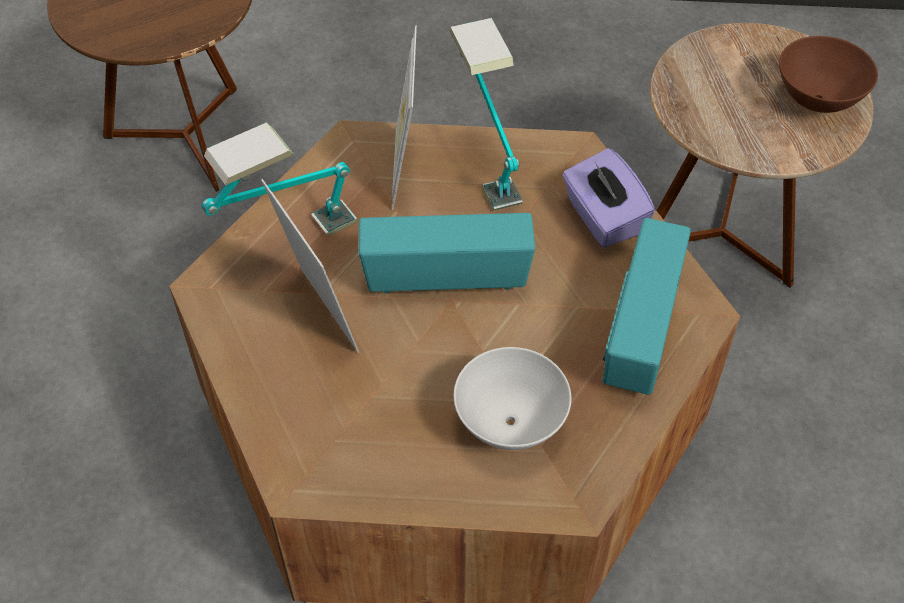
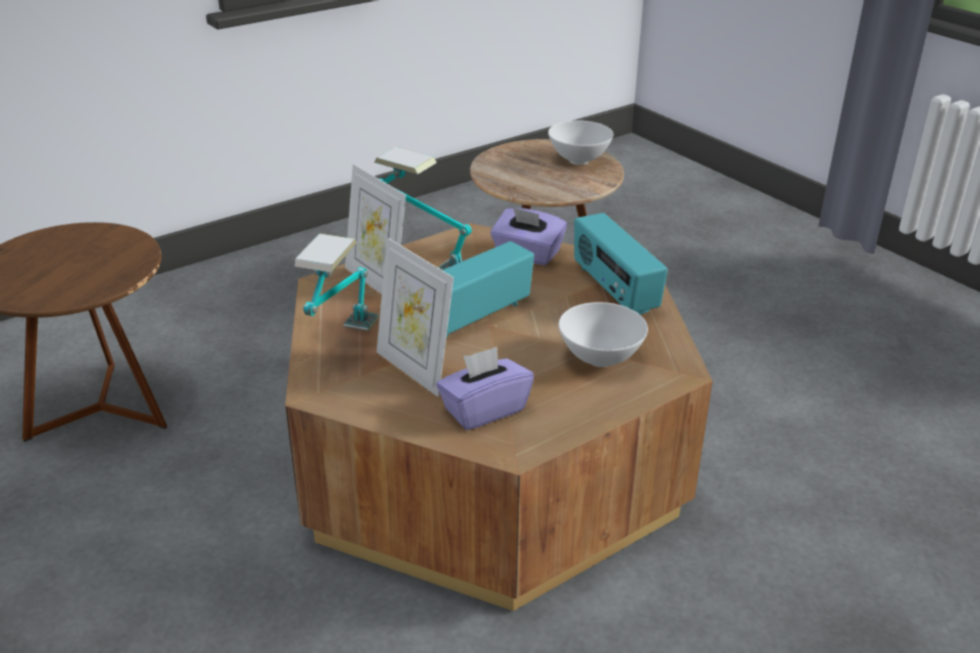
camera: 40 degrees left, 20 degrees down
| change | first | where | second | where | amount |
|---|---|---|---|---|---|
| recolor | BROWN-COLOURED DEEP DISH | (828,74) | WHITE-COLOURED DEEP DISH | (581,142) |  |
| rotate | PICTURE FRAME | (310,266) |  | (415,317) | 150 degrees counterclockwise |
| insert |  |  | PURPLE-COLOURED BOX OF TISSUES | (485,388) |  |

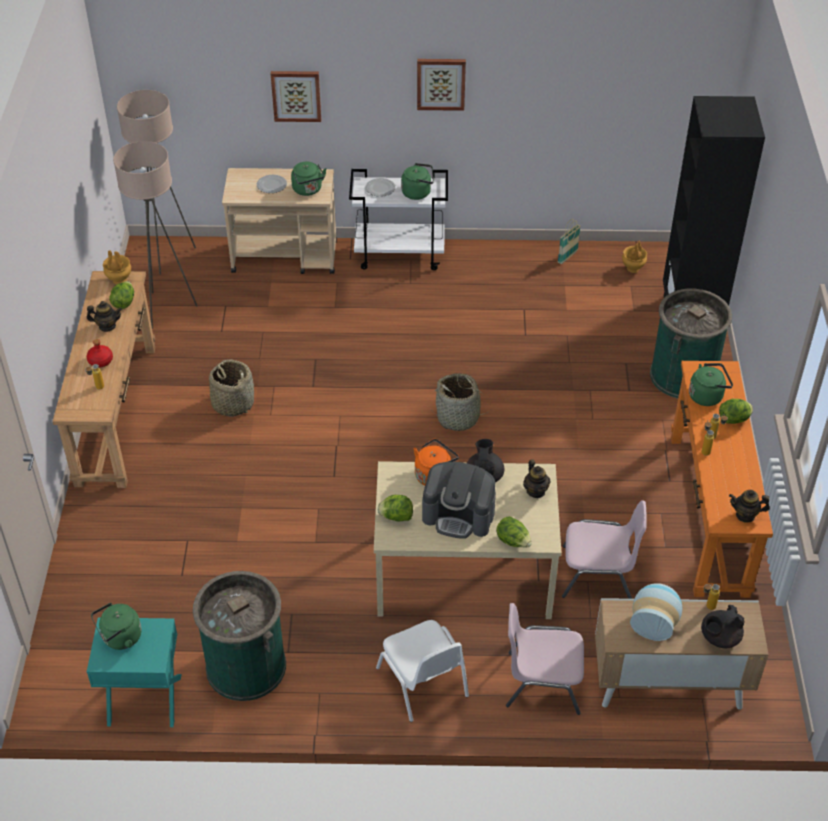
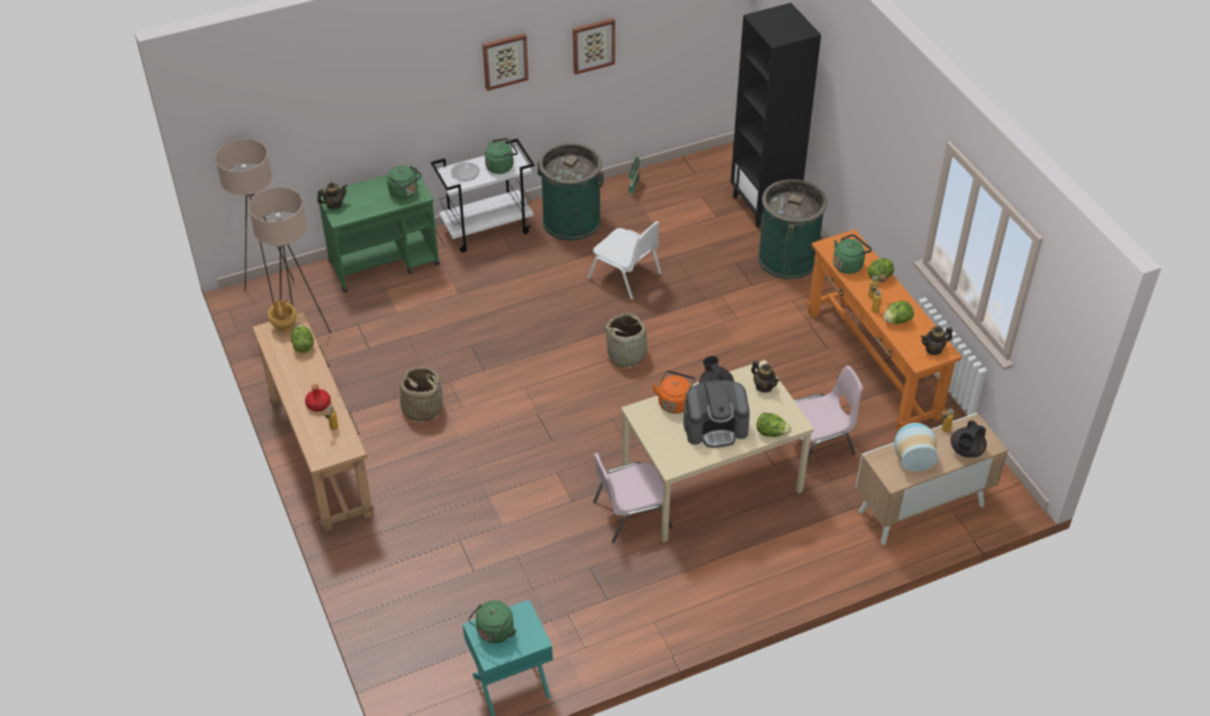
camera: 25 degrees left, 0 degrees up
| change | first | where | second | where | amount |
|---|---|---|---|---|---|
| move | WALL PICTURE | (296,96) |  | (594,46) |  |
| recolor | SAND-COLOURED TROLLEY | (279,221) | GREEN-COLOURED TROLLEY | (378,229) |  |
| delete | FLAT DISH | (272,184) |  |  |  |
| delete | BROWN-COLOURED FLOWER VASE | (634,257) |  |  |  |
| move | TEAPOT | (104,316) |  | (332,195) |  |
| move | LETTUCE HEAD | (395,508) |  | (898,312) |  |
| move | GREEN-COLOURED RUBBISH BIN | (239,636) |  | (570,192) |  |
| move | PINK-COLOURED UPRIGHT CHAIR | (545,659) |  | (633,498) |  |
| move | WHITE-COLOURED UPRIGHT CHAIR | (422,671) |  | (624,260) |  |

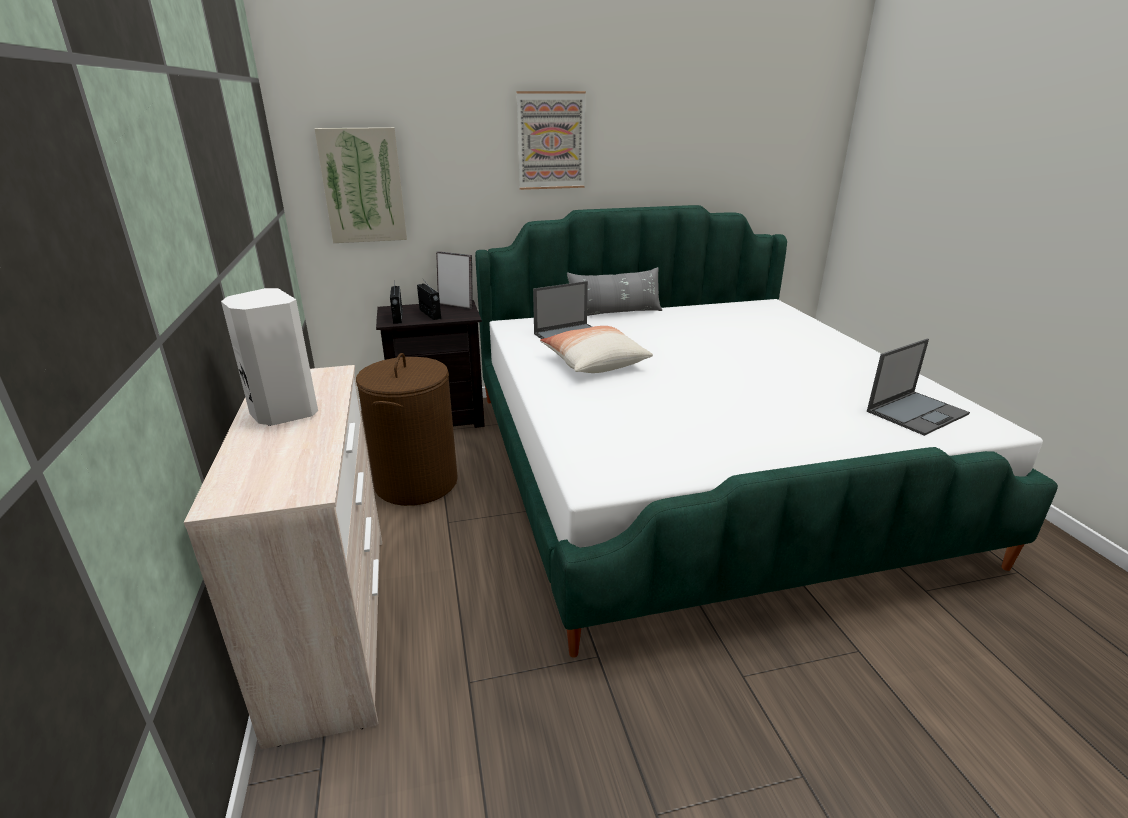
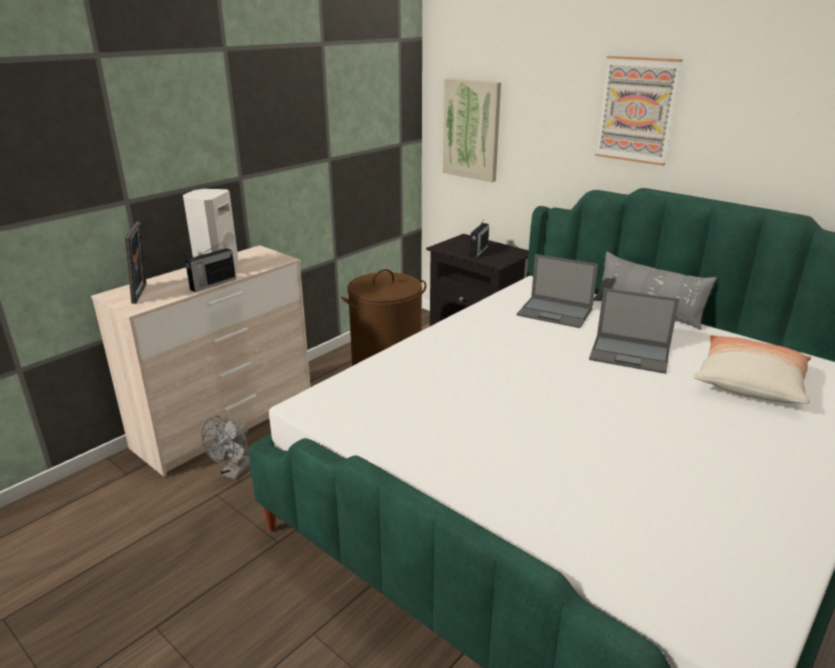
camera: 55 degrees right, 0 degrees up
| change | first | where | second | where | amount |
|---|---|---|---|---|---|
| move | PICTURE FRAME | (454,280) |  | (135,263) |  |
| move | RADIO RECEIVER | (396,303) |  | (210,267) |  |
| move | PILLOW | (596,349) |  | (752,369) |  |
| move | PORTABLE COMPUTER | (918,387) |  | (634,331) |  |
| insert |  |  | GRAY COOLING FAN | (225,448) |  |

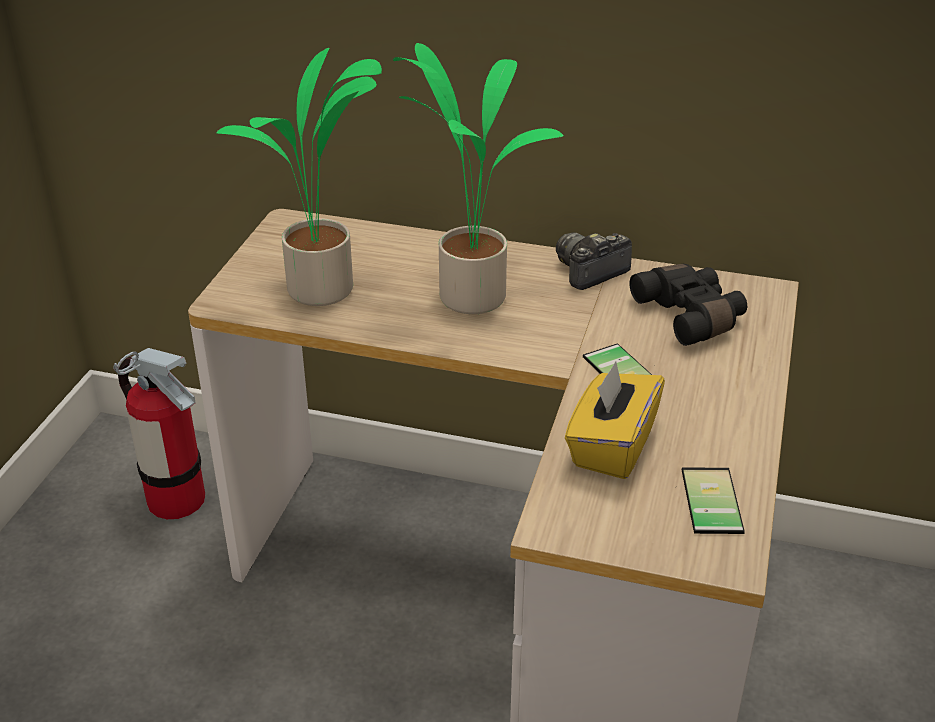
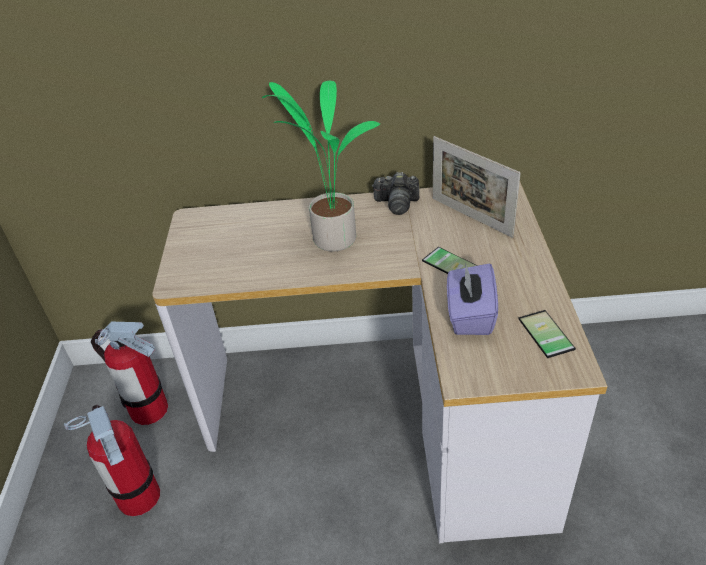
camera: 15 degrees left, 5 degrees up
| change | first | where | second | where | amount |
|---|---|---|---|---|---|
| delete | POTTED PLANT | (299,177) |  |  |  |
| rotate | STILL CAMERA | (594,261) |  | (396,193) | 120 degrees counterclockwise |
| replace | BLACK-COLOURED FIELD GLASSES | (688,305) | PICTURE FRAME | (477,187) |  |
| recolor | YELLOW-COLOURED BOX OF TISSUES | (615,420) | PURPLE-COLOURED BOX OF TISSUES | (472,299) |  |
| insert |  |  | FIRE-FIGHTING CYLINDER | (112,460) |  |

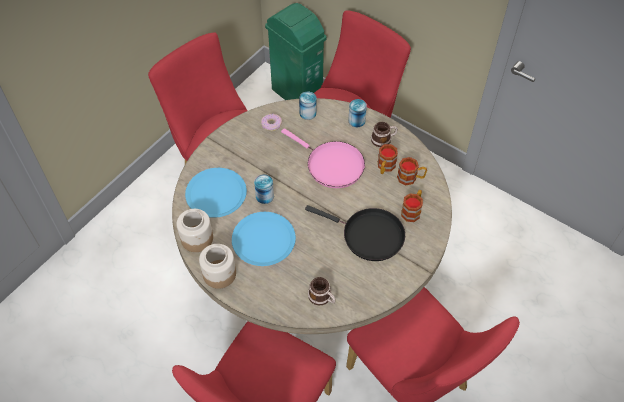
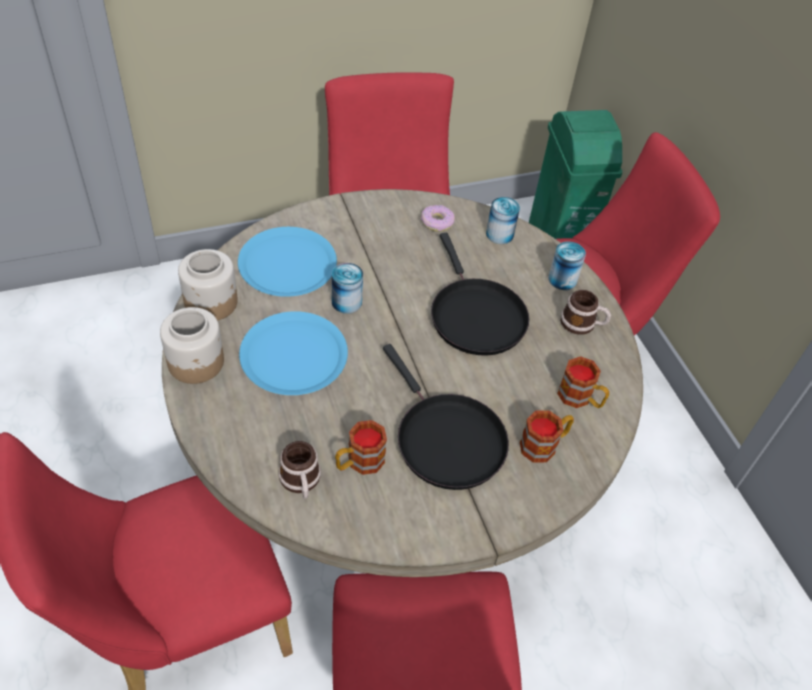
camera: 30 degrees right, 5 degrees down
| change | first | where | second | where | amount |
|---|---|---|---|---|---|
| recolor | PINK-COLOURED PAN | (323,158) | BLACK-COLOURED PAN | (480,294) |  |
| move | COFFEE MUG | (388,159) |  | (361,447) |  |

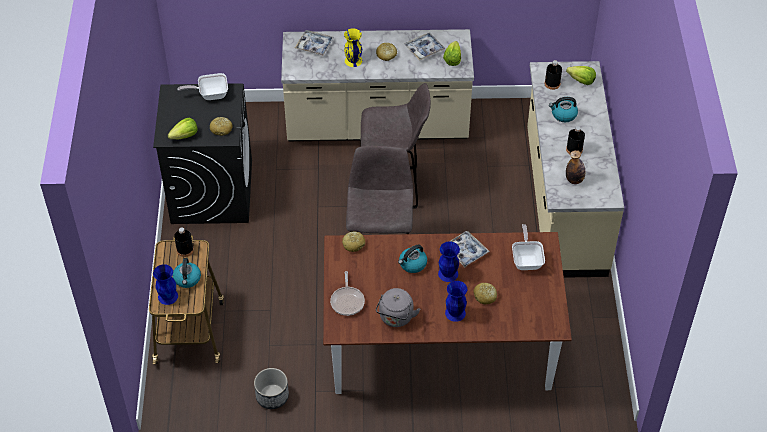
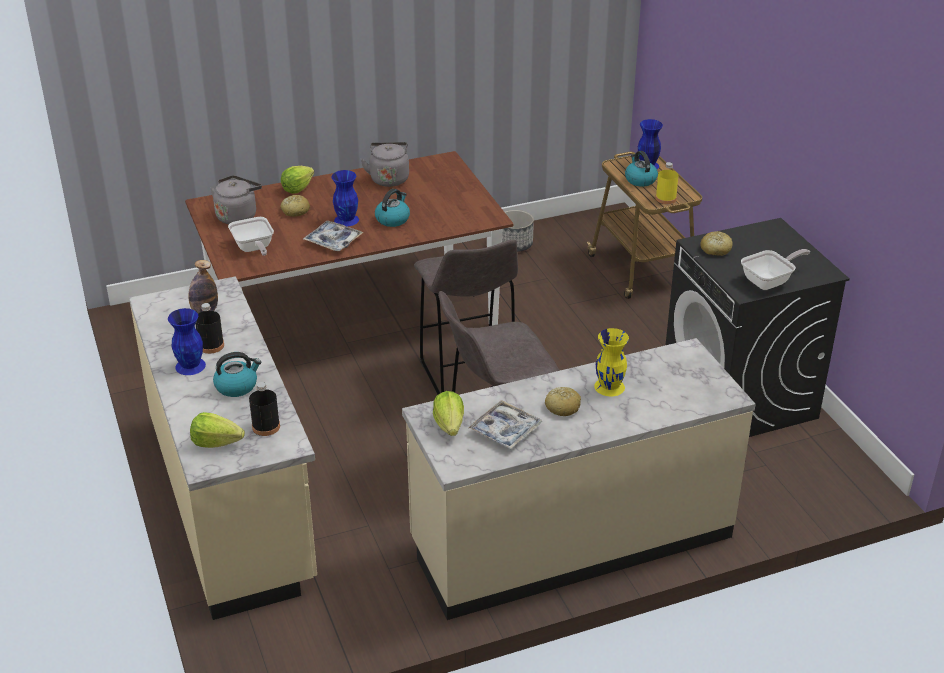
camera: 160 degrees right, 15 degrees down
| change | first | where | second | where | amount |
|---|---|---|---|---|---|
| delete | TRAY | (314,43) |  |  |  |
| move | LETTUCE HEAD | (182,128) |  | (297,180) |  |
| recolor | BLACK-COLOURED BOTTLE | (184,242) | YELLOW-COLOURED BOTTLE | (667,183) |  |
| delete | BREAD | (353,242) |  |  |  |
| delete | PAN | (347,293) |  |  |  |
| move | BLUE FLOWER VASE | (456,301) |  | (187,341) |  |
| insert |  |  | GRAY KETTLE | (236,199) |  |

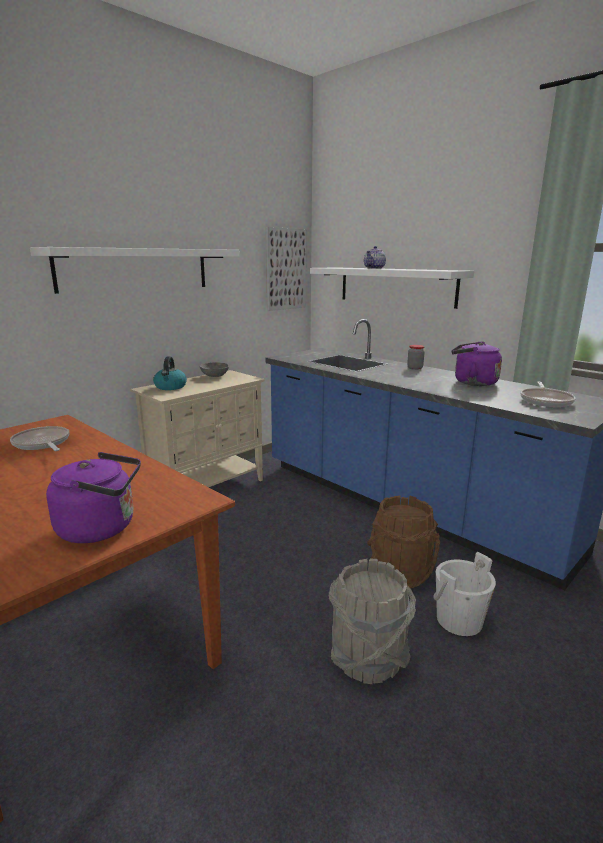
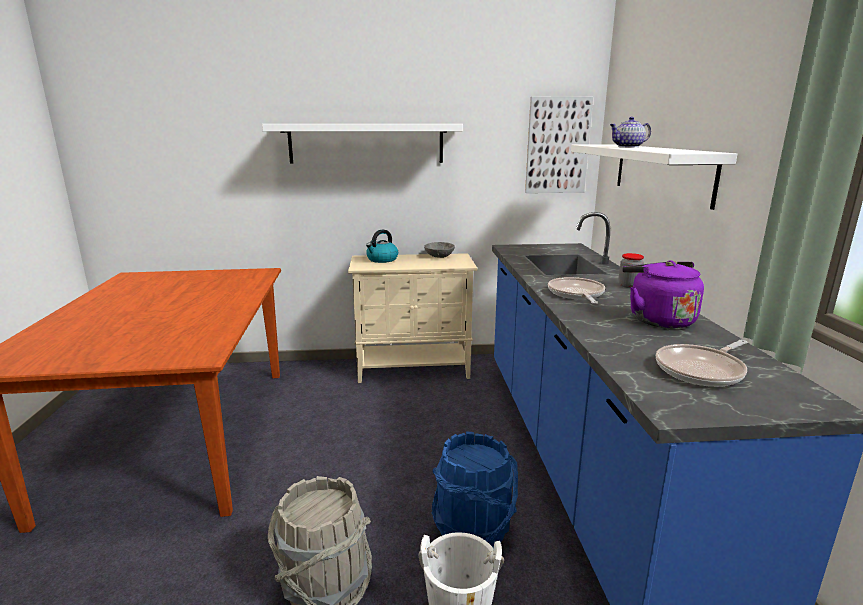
camera: 40 degrees right, 0 degrees up
| change | first | where | second | where | amount |
|---|---|---|---|---|---|
| move | PAN | (40,438) |  | (576,290) |  |
| delete | PURPLE-COLOURED KETTLE | (93,497) |  |  |  |
| recolor | BROWN-COLOURED BUCKET | (403,541) | BLUE BUCKET | (475,489) |  |

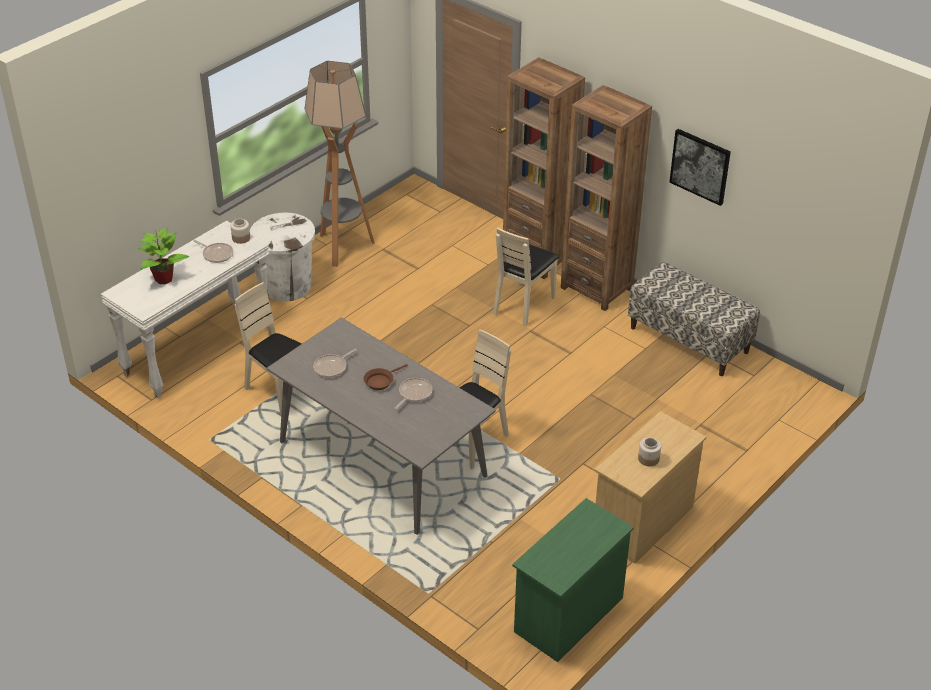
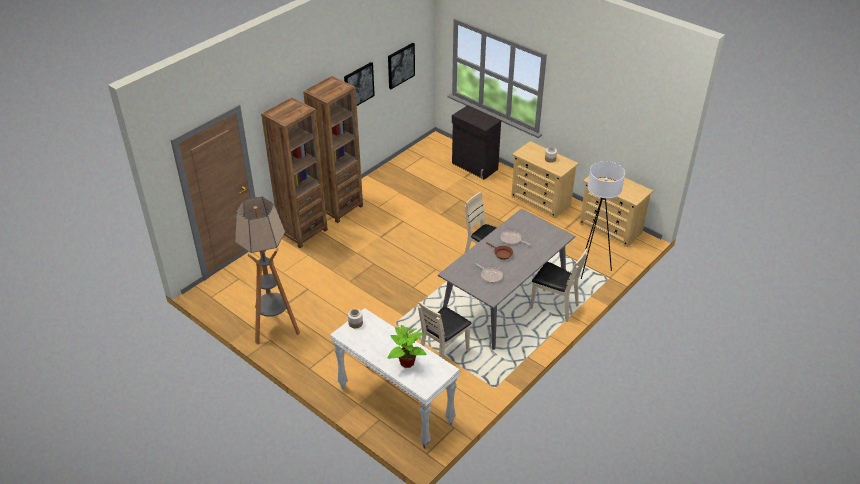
camera: 90 degrees left, 0 degrees up
| change | first | where | second | where | amount |
|---|---|---|---|---|---|
| delete | WHITE-COLOURED RUBBISH BIN | (282,257) |  |  |  |
| move | SAND-COLOURED UPRIGHT CHAIR | (526,276) |  | (559,285) |  |
| delete | PAN | (213,251) |  |  |  |
| delete | INDOOR BENCH | (694,319) |  |  |  |
| recolor | GREEN-COLOURED DRESSER | (573,580) | SAND-COLOURED DRESSER | (616,211) |  |
| insert |  |  | WALL PICTURE | (401,66) |  |
| insert |  |  | BLACK-COLOURED CABINET | (476,142) |  |
| insert |  |  | WHITE-COLOURED STANDARD LAMP | (603,220) |  |

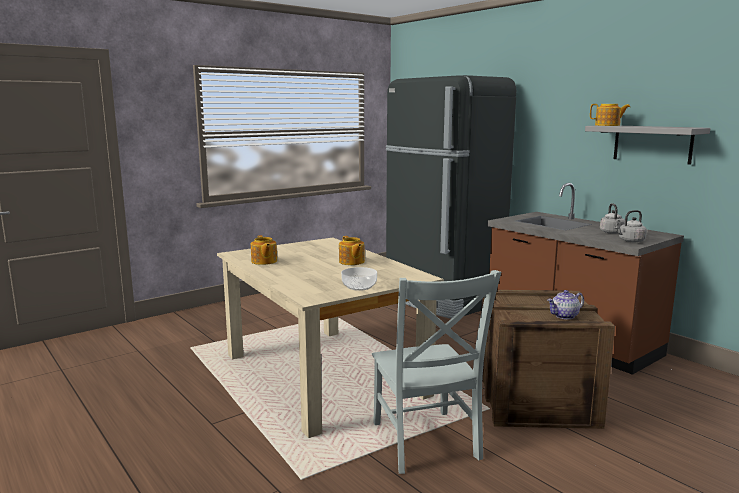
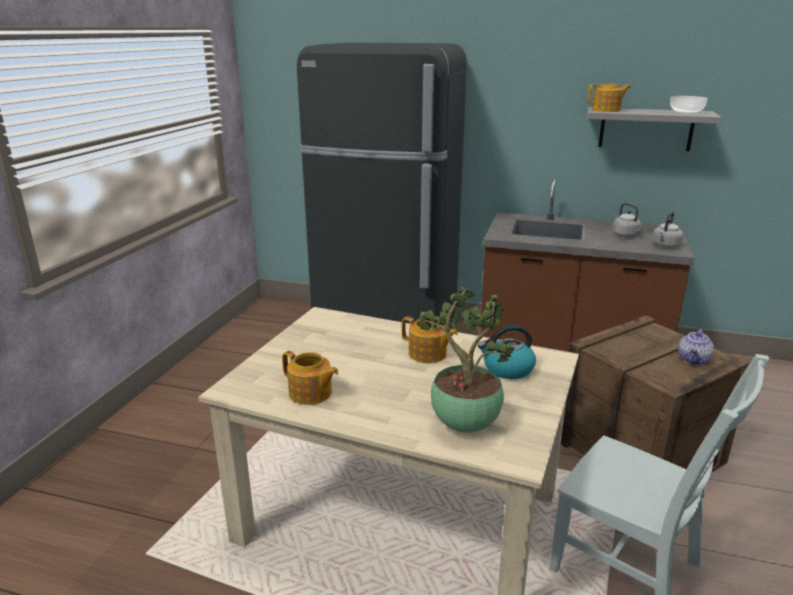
camera: 35 degrees left, 10 degrees up
| change | first | where | second | where | amount |
|---|---|---|---|---|---|
| move | DEEP DISH | (359,279) |  | (689,105) |  |
| insert |  |  | POTTED PLANT | (467,360) |  |
| insert |  |  | KETTLE | (507,351) |  |

